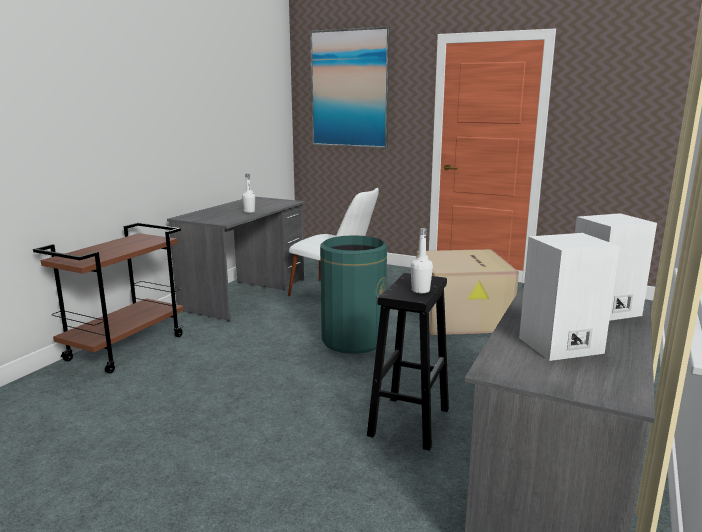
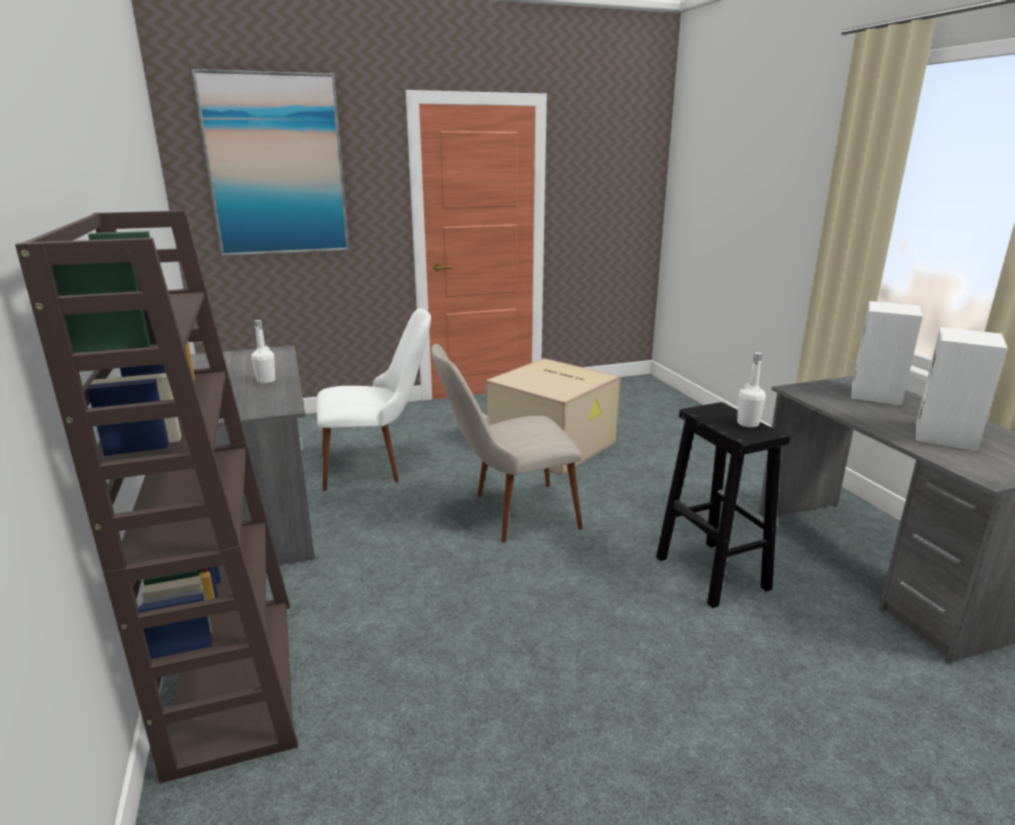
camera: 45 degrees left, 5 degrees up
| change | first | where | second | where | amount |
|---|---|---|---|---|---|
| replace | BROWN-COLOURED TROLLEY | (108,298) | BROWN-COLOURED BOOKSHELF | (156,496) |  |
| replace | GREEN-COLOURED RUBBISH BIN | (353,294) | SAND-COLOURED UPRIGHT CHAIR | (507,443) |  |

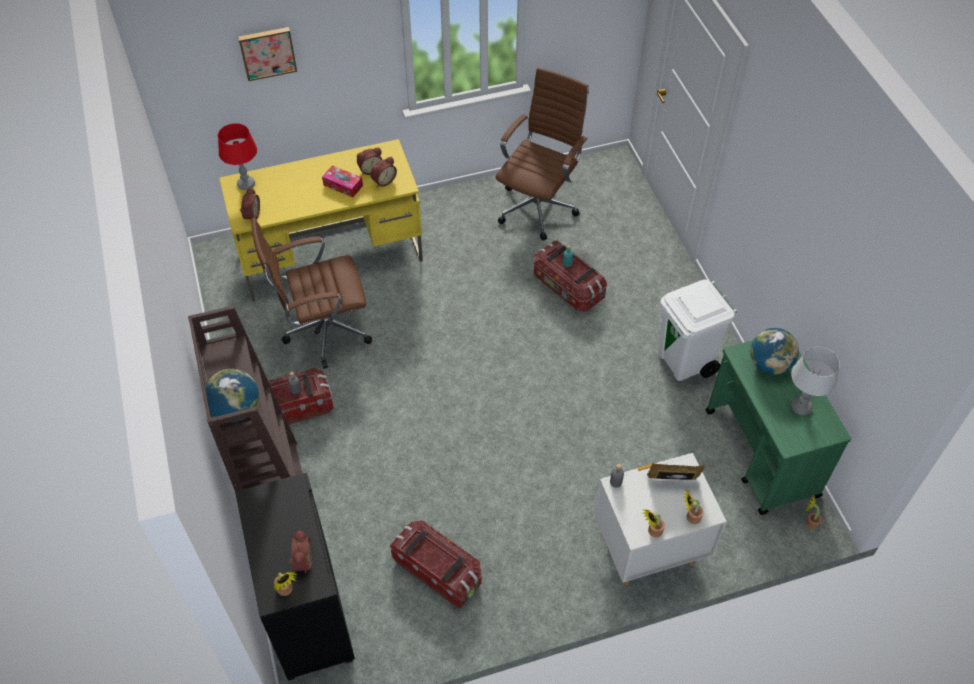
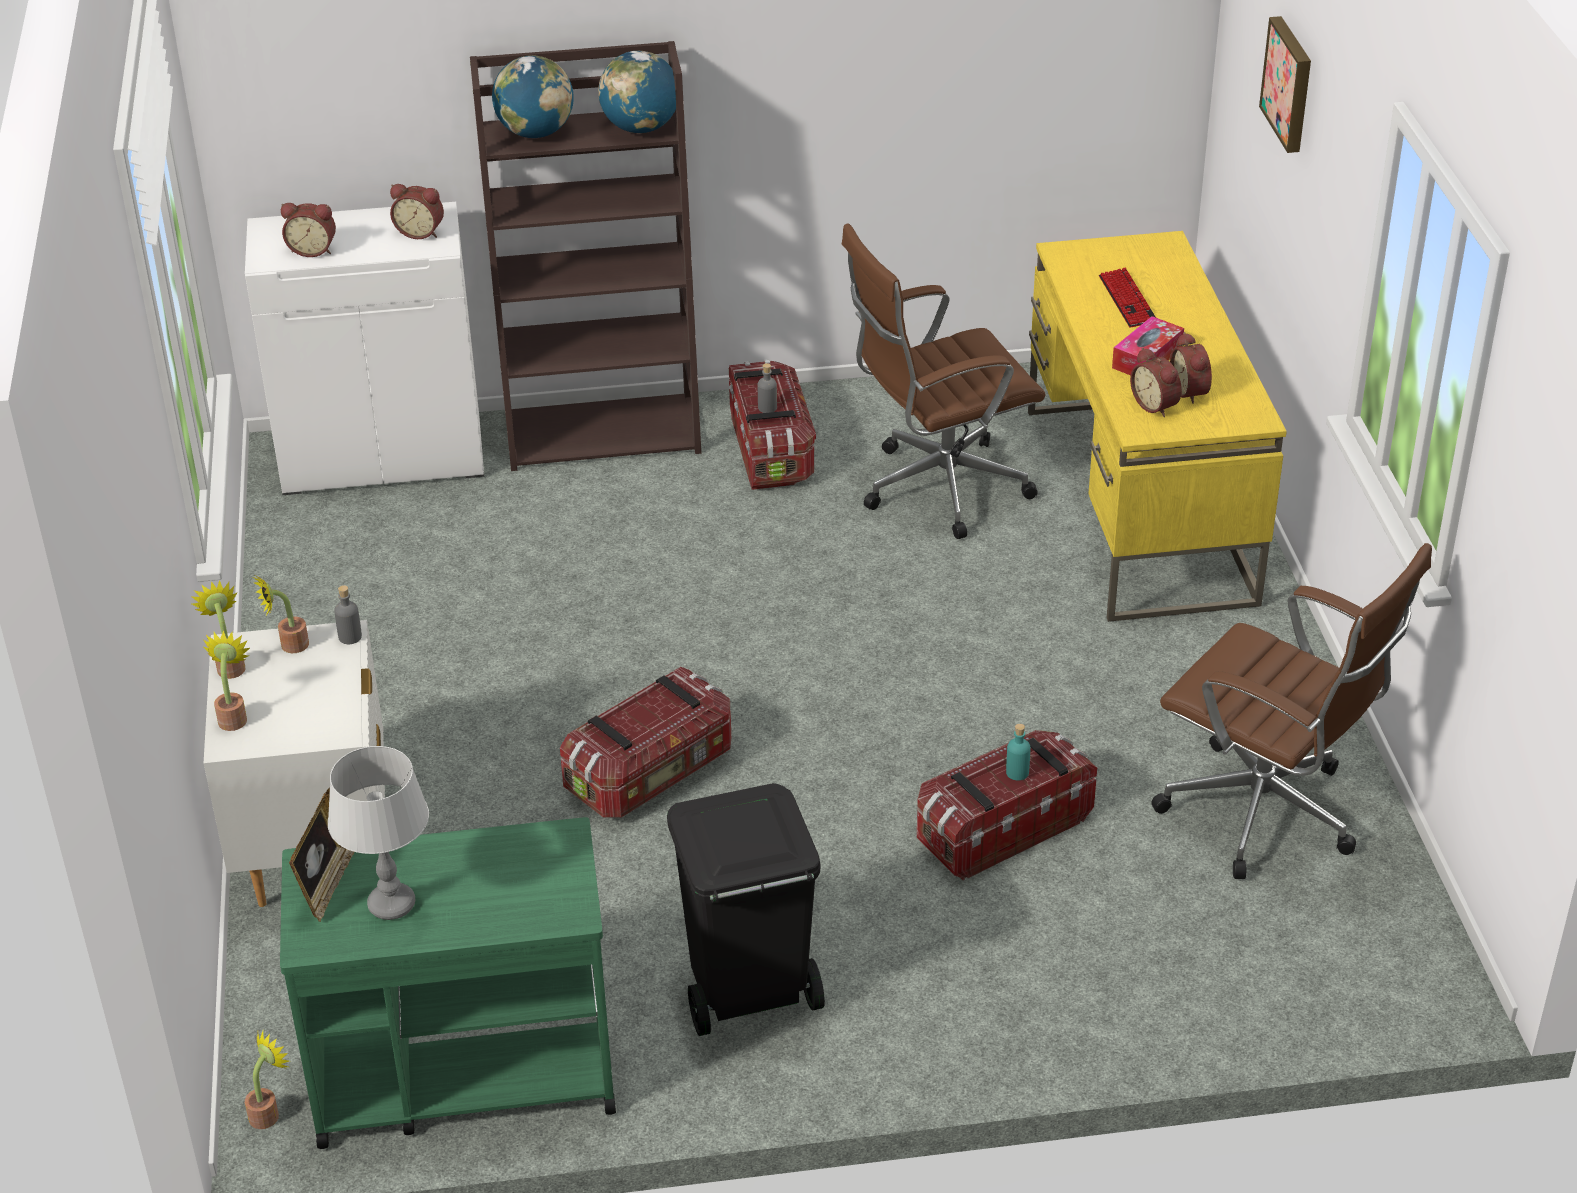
camera: 100 degrees right, 15 degrees down
| change | first | where | second | where | amount |
|---|---|---|---|---|---|
| delete | REDDISH TABLETOP LAMP | (237,156) |  |  |  |
| move | ALARM CLOCK | (250,204) |  | (417,211) |  |
| rotate | BROWN-COLOURED OFFICE CHAIR | (311,293) |  | (944,381) | 105 degrees counterclockwise |
| recolor | WHITE-COLOURED RUBBISH BIN | (698,330) | BLACK-COLOURED RUBBISH BIN | (746,909) |  |
| move | DESK GLOBE | (774,351) |  | (637,92) |  |
| move | PICTURE FRAME | (676,471) |  | (321,854) |  |
| recolor | BLACK-COLOURED CABINET | (295,577) | WHITE-COLOURED CABINET | (364,348) |  |
| move | STORAGE BIN | (435,564) |  | (645,742) |  |
| move | POTTED PLANT | (286,584) |  | (281,613) |  |
| insert |  |  | COMPUTER KEYBOARD | (1127,298) |  |

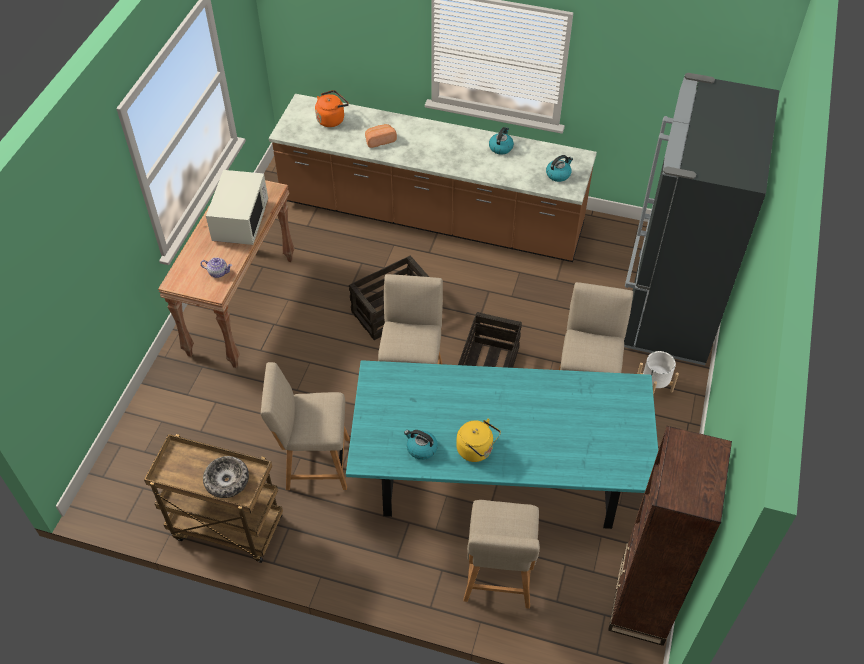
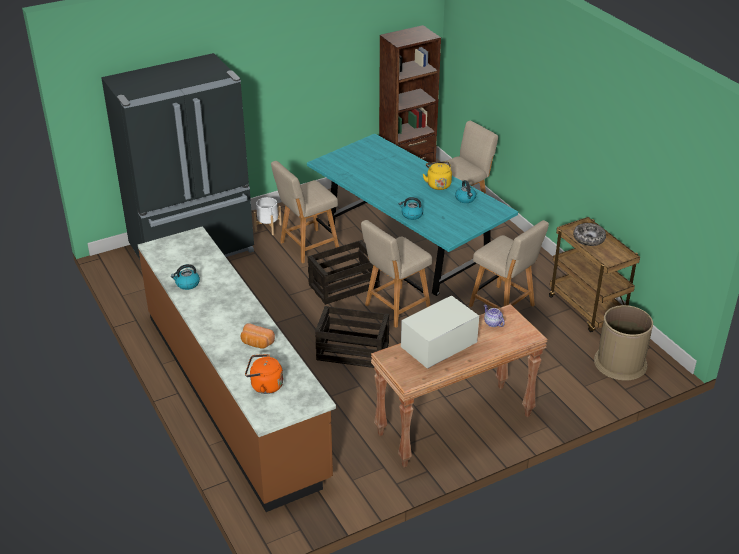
camera: 135 degrees left, 15 degrees down
| change | first | where | second | where | amount |
|---|---|---|---|---|---|
| move | KETTLE | (559,168) |  | (411,208) |  |
| insert |  |  | BROWN-COLOURED RUBBISH BIN | (623,342) |  |

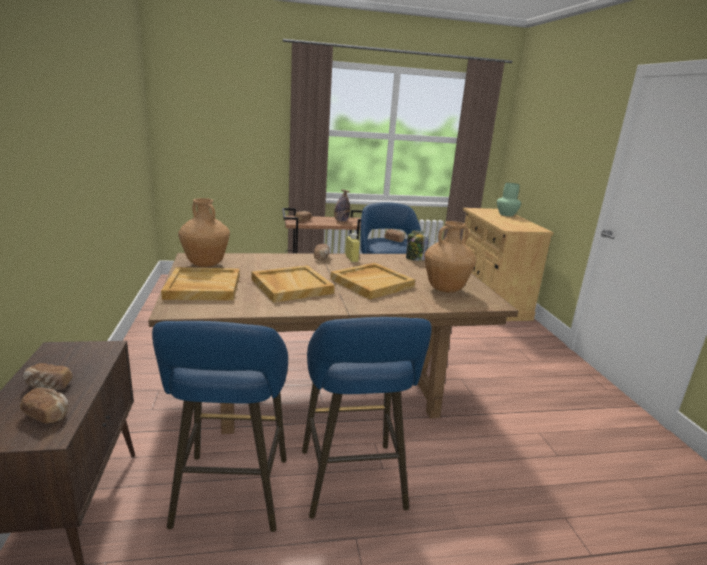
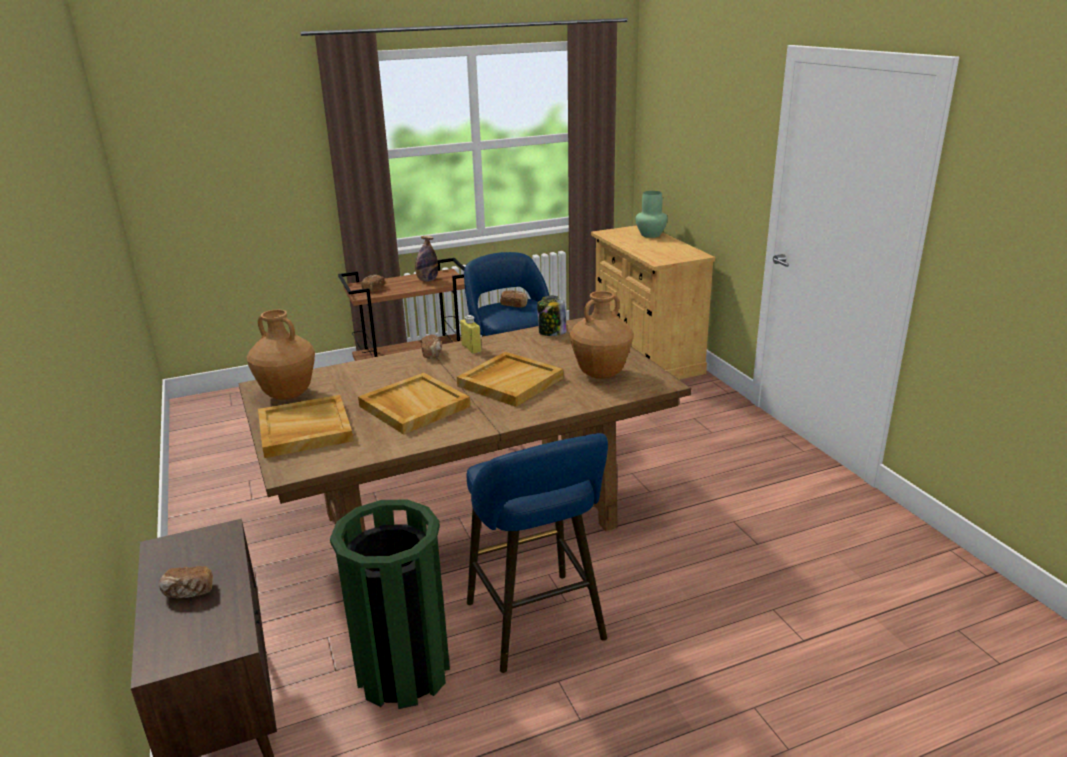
camera: 10 degrees left, 5 degrees up
| change | first | where | second | where | amount |
|---|---|---|---|---|---|
| replace | BLUE STOOL | (220,426) | GREEN-COLOURED RUBBISH BIN | (390,604) |  |
| delete | BREAD | (44,406) |  |  |  |

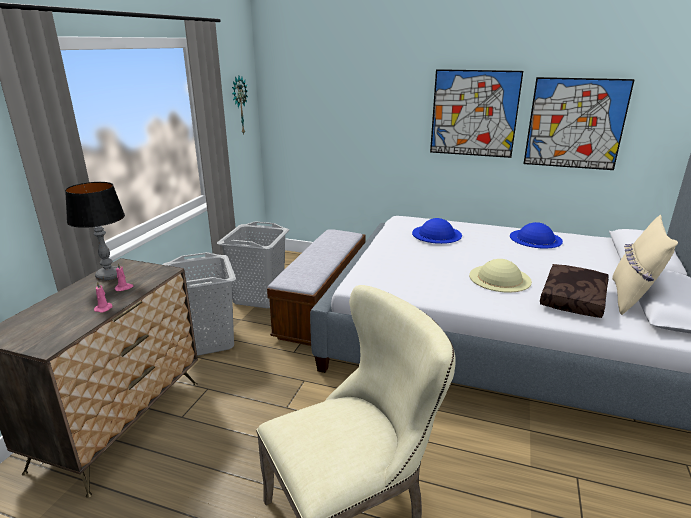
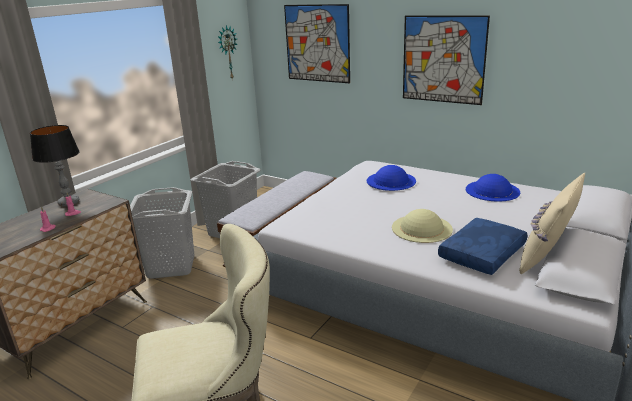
camera: 15 degrees right, 0 degrees up
| change | first | where | second | where | amount |
|---|---|---|---|---|---|
| move | WALL PICTURE | (579,123) |  | (317,43) |  |
| recolor | BROWN-COLOURED PILLOW | (574,291) | BLUE PILLOW | (483,246) |  |

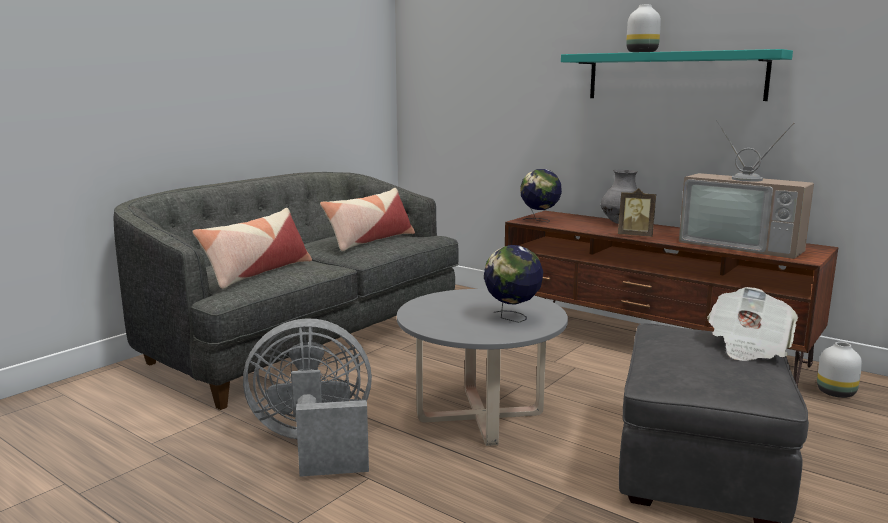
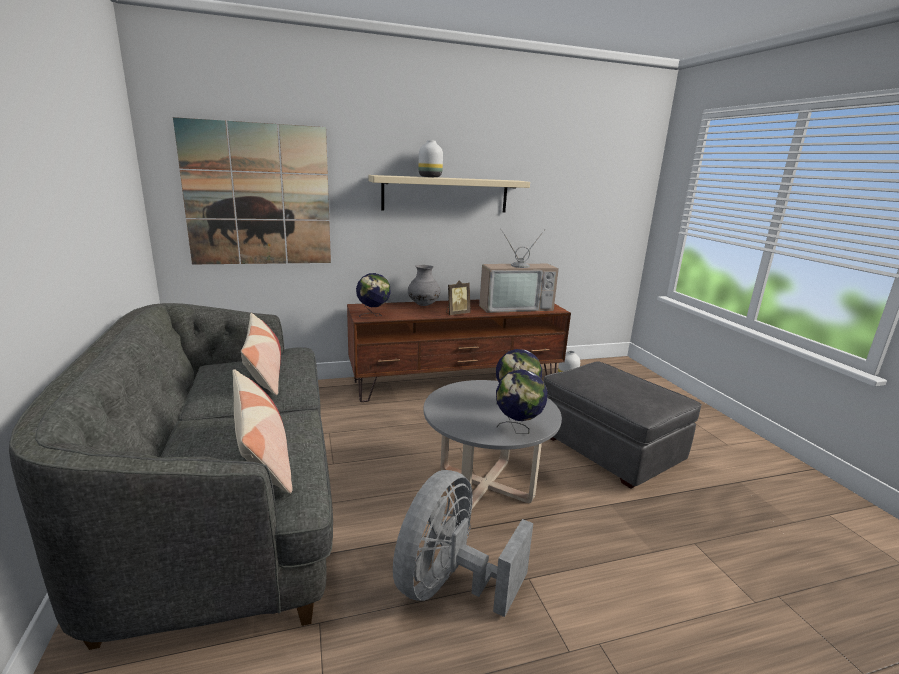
camera: 55 degrees left, 5 degrees up
| change | first | where | second | where | amount |
|---|---|---|---|---|---|
| recolor | BLUE-GREEN SHELF | (677,75) | SAND-COLOURED SHELF | (449,194) |  |
| delete | NEWSPAPER | (752,324) |  |  |  |
| insert |  |  | WALL PICTURE | (252,190) |  |
| insert |  |  | DESK GLOBE | (521,401) |  |

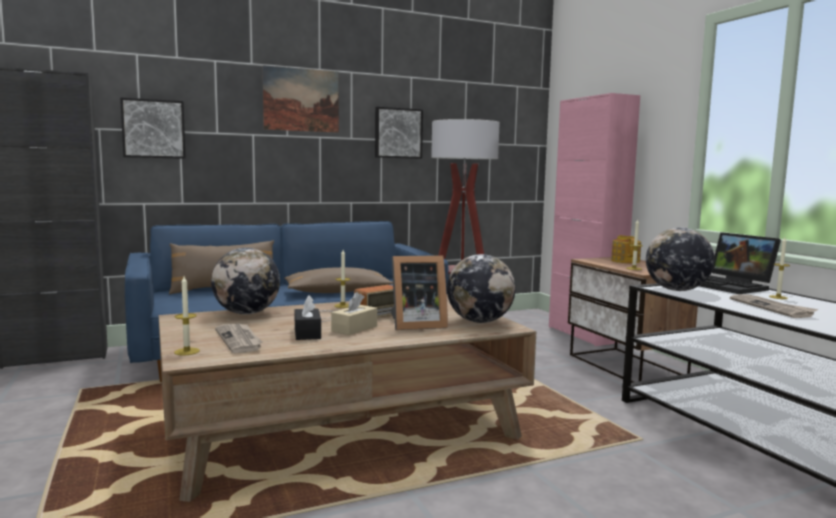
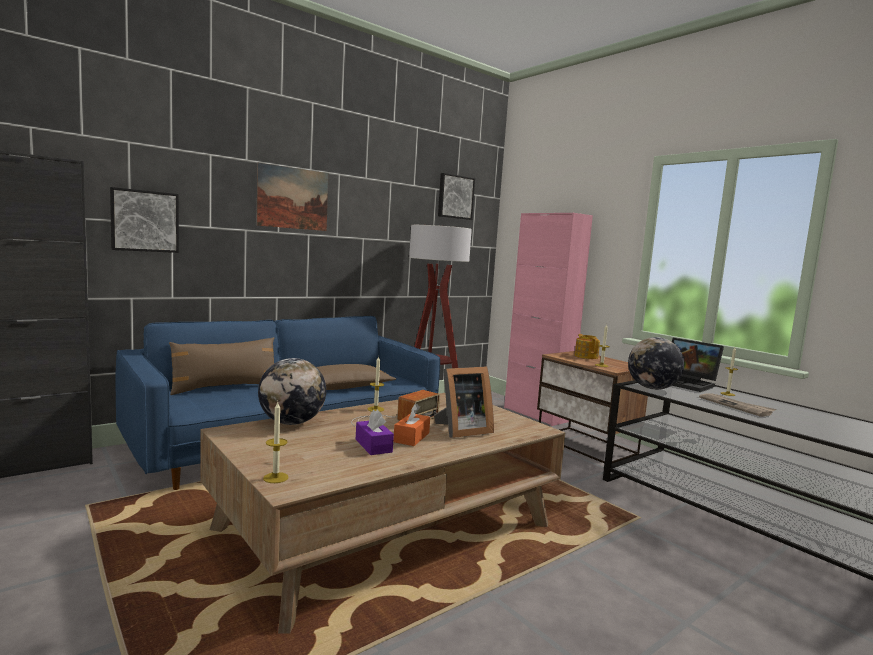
camera: 15 degrees left, 0 degrees up
| change | first | where | second | where | amount |
|---|---|---|---|---|---|
| move | WALL PICTURE | (399,133) |  | (456,196) |  |
| delete | DESK GLOBE | (481,288) |  |  |  |
| recolor | SAND-COLOURED BOX OF TISSUES | (354,313) | ORANGEY BOX OF TISSUES | (411,424) |  |
| recolor | BLACK-COLOURED BOX OF TISSUES | (307,317) | PURPLE-COLOURED BOX OF TISSUES | (375,432) |  |
| delete | NEWSPAPER | (238,338) |  |  |  |

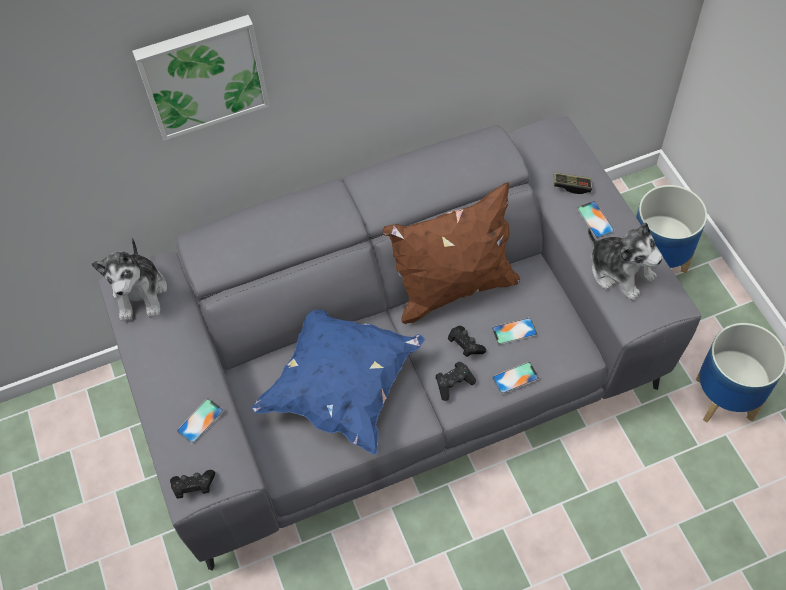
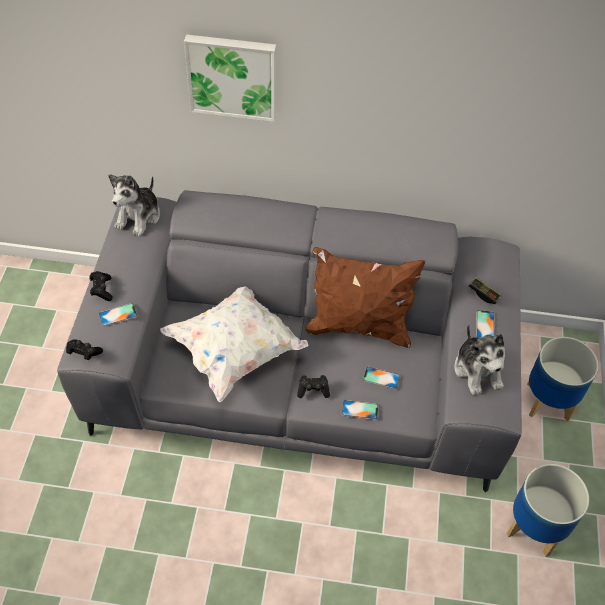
camera: 25 degrees right, 5 degrees down
| change | first | where | second | where | amount |
|---|---|---|---|---|---|
| recolor | BLUE PILLOW | (338,382) | WHITE-COLOURED PILLOW | (234,344) |  |
| move | BLACK-COLOURED JOYPAD | (467,341) |  | (101,286) |  |

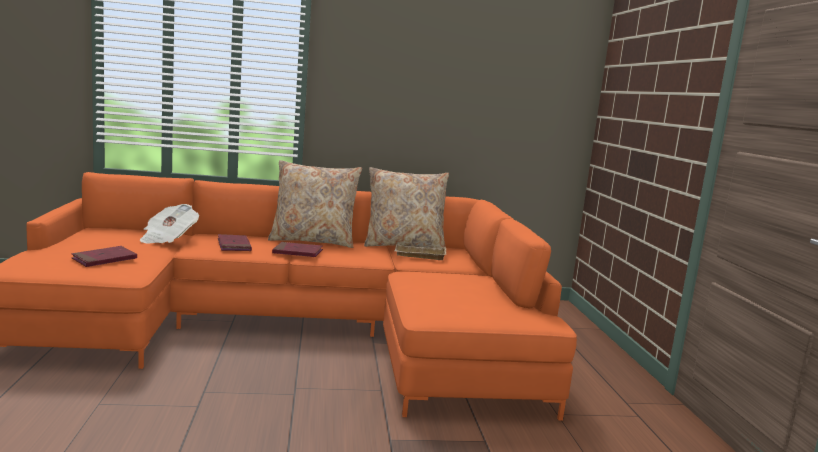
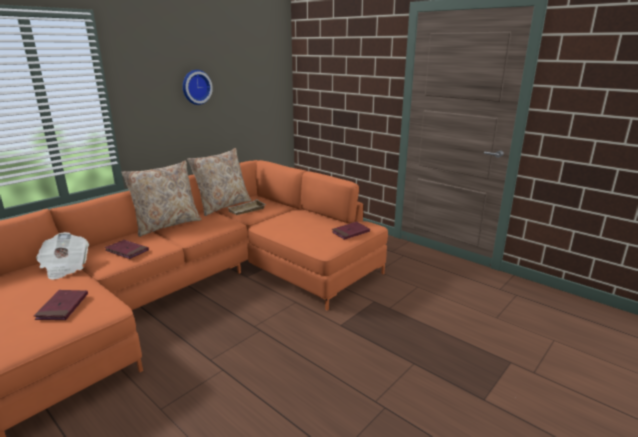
camera: 40 degrees left, 10 degrees up
| change | first | where | second | where | amount |
|---|---|---|---|---|---|
| move | REDDISH BOUND BOOK | (297,249) |  | (351,231) |  |
| insert |  |  | CLOCK ON THE WALL | (198,87) |  |

